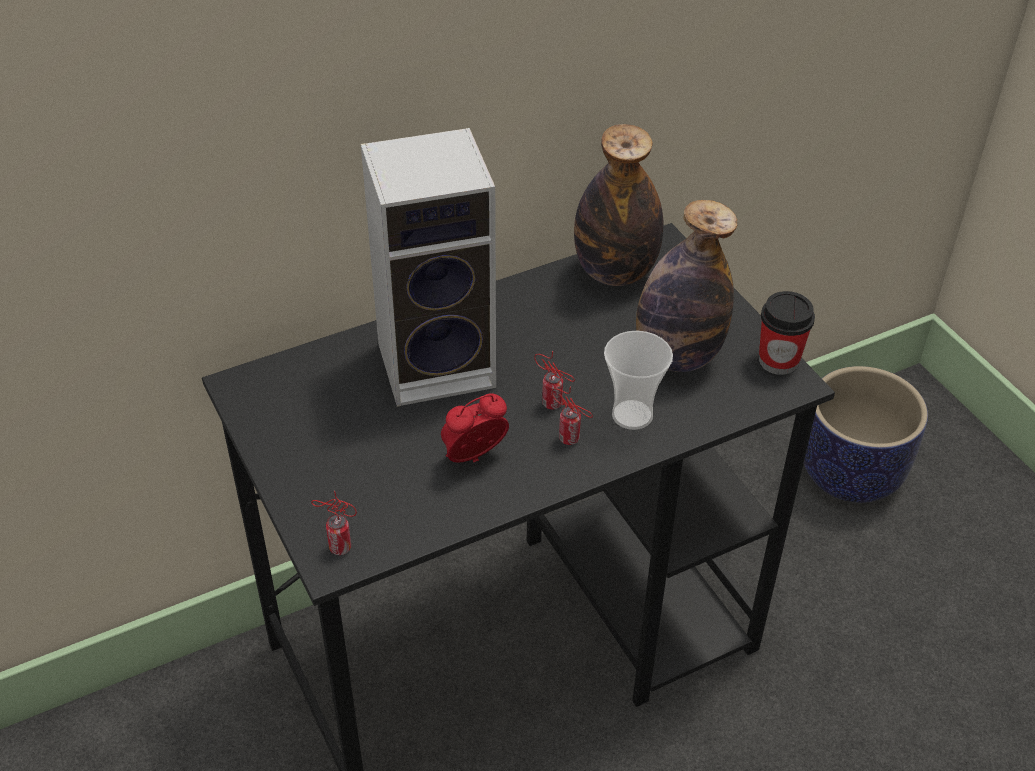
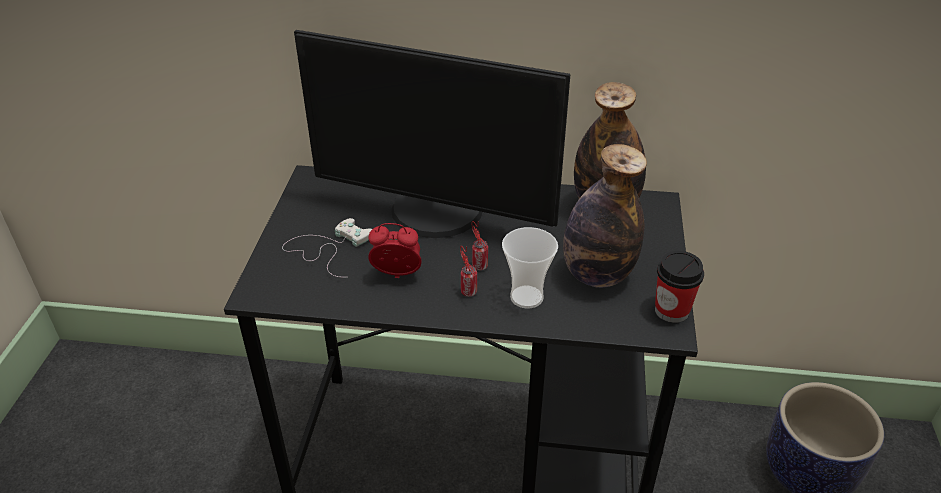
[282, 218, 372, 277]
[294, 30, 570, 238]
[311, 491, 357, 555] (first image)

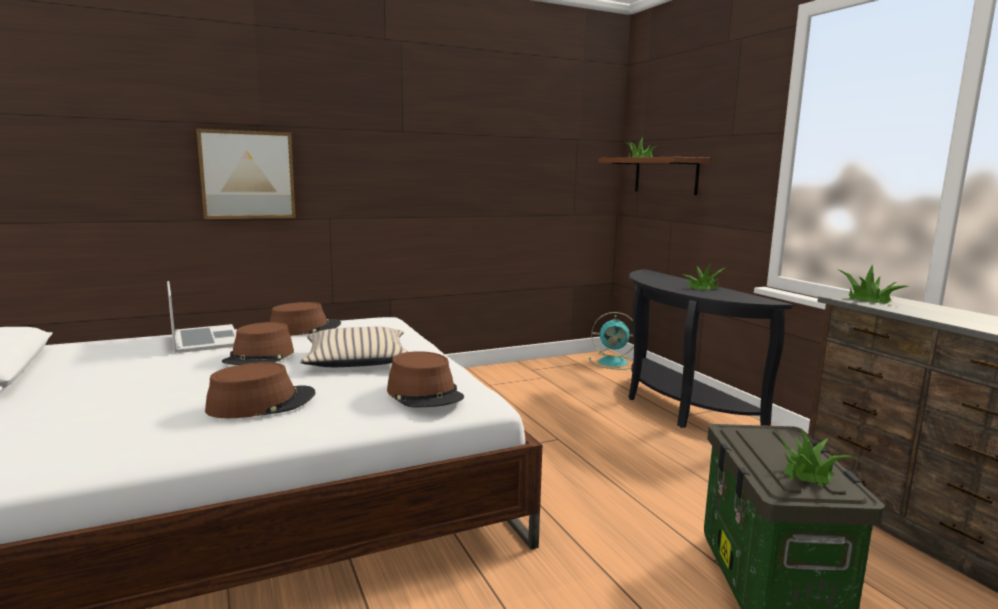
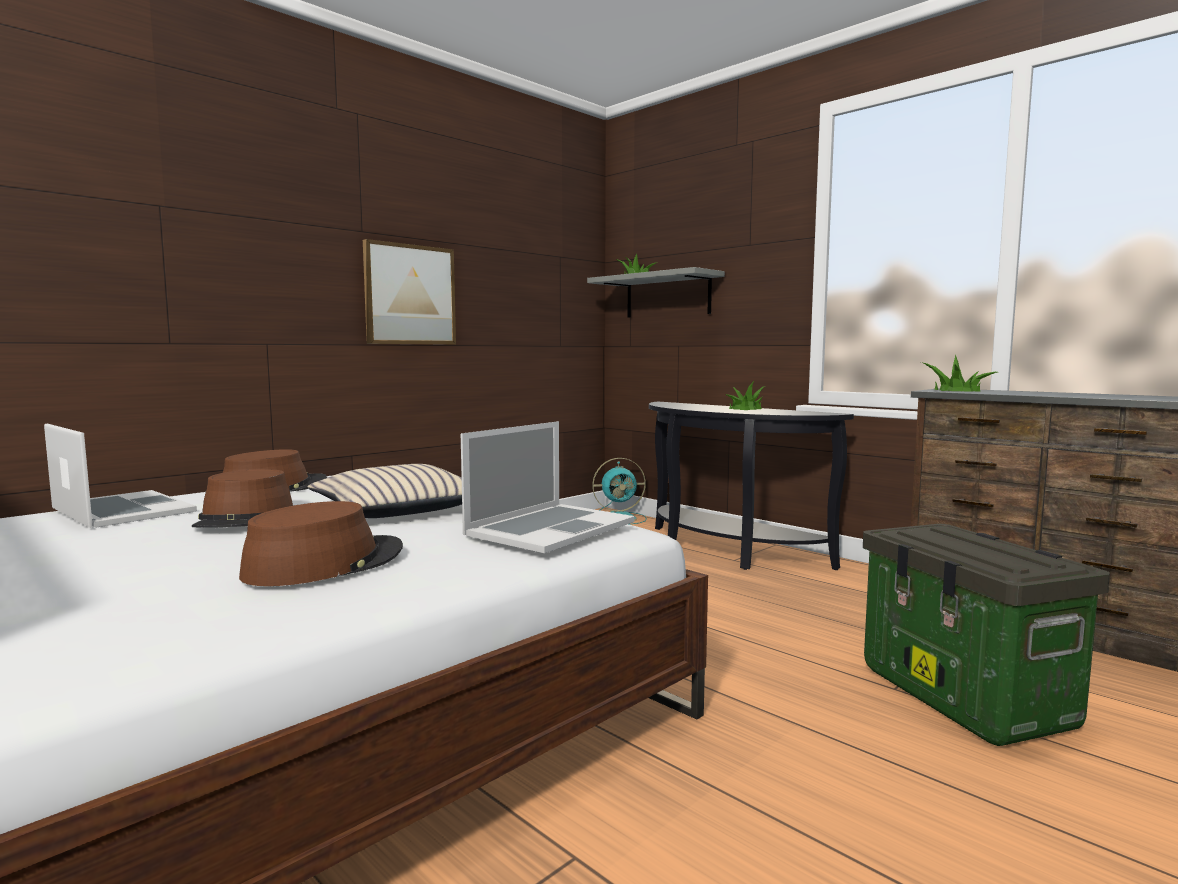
[363, 239, 456, 345]
[461, 421, 635, 553]
[587, 267, 725, 318]
[779, 429, 853, 486] (first image)

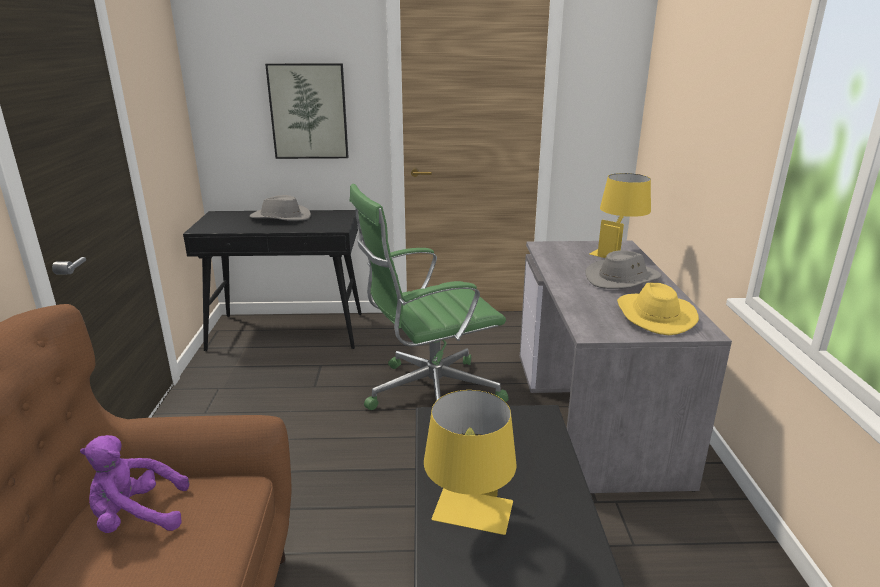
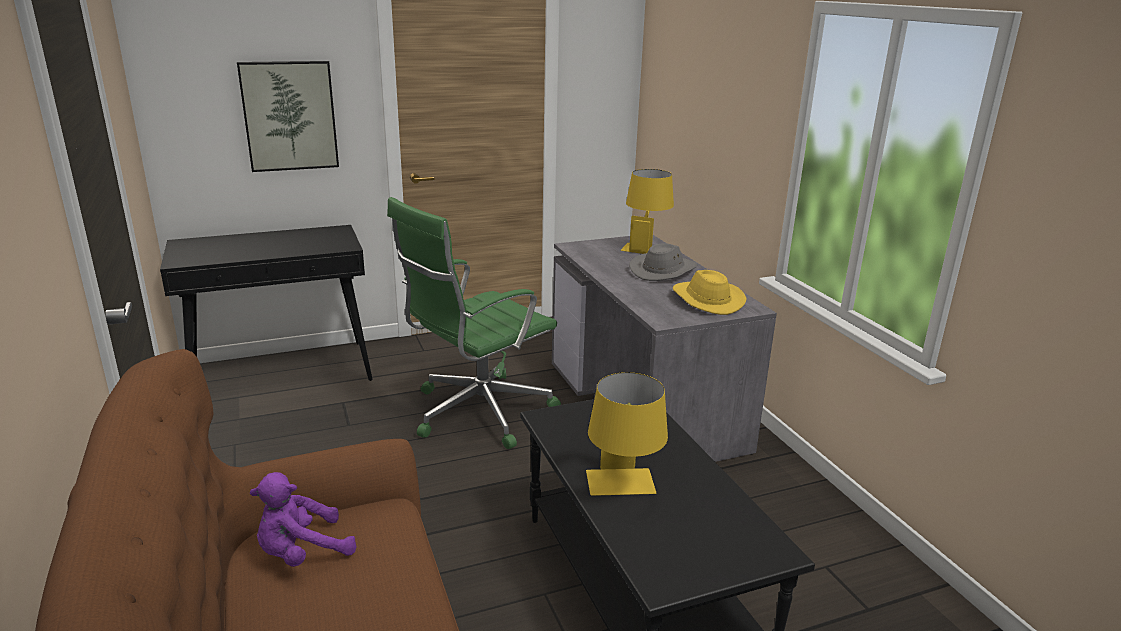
[250, 195, 311, 221] (first image)

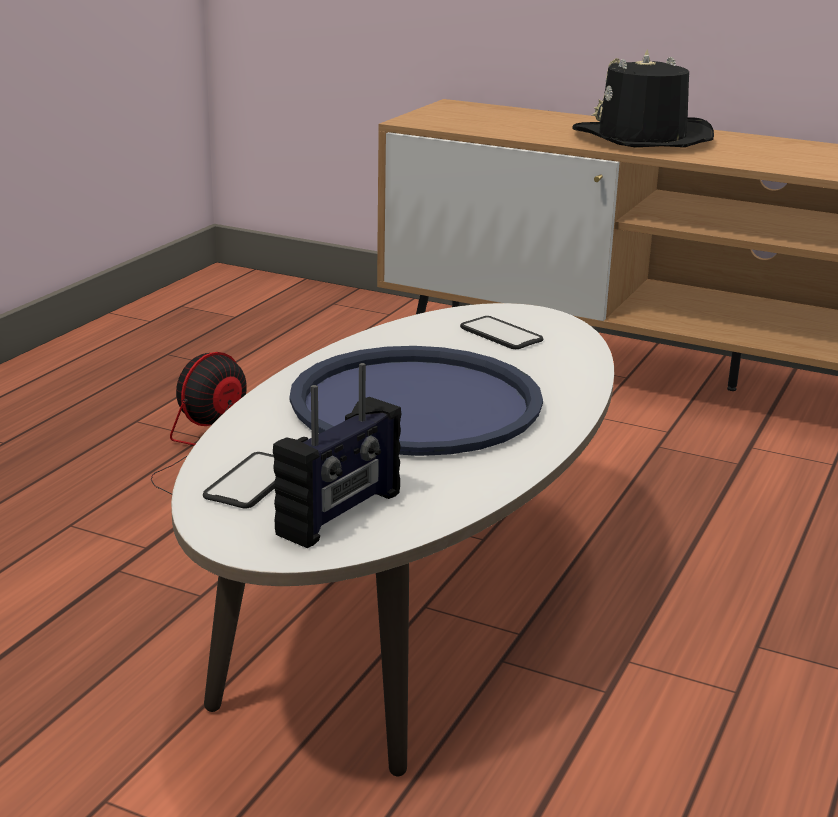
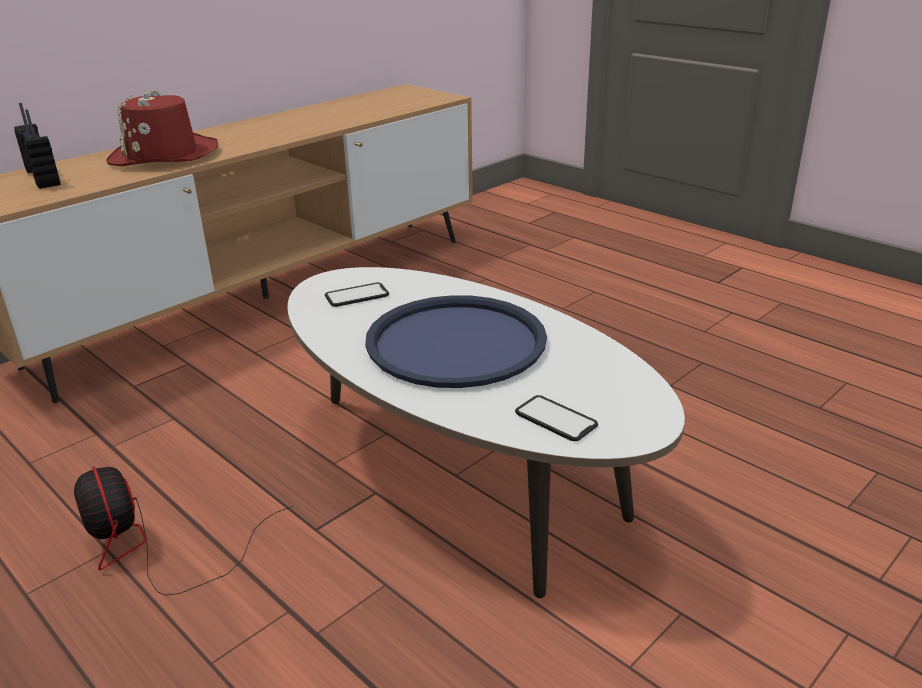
[14, 103, 61, 189]
[106, 89, 218, 166]

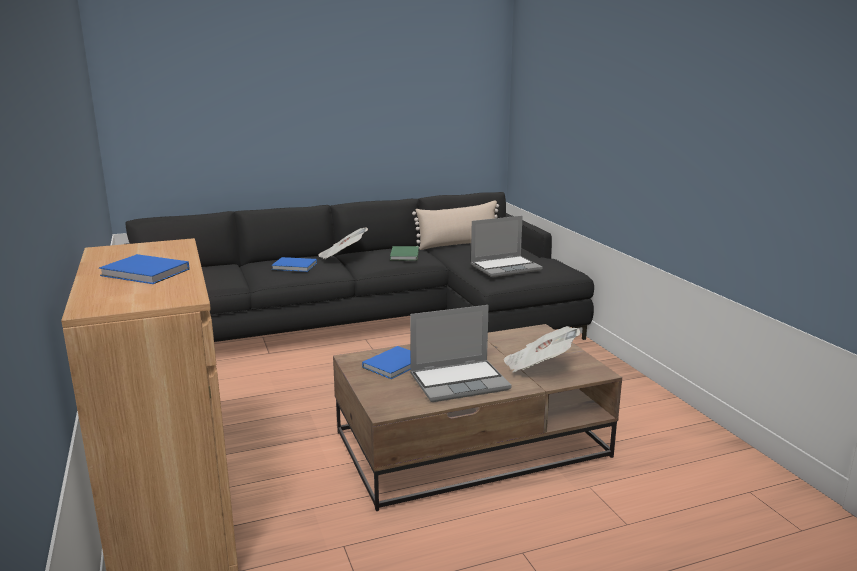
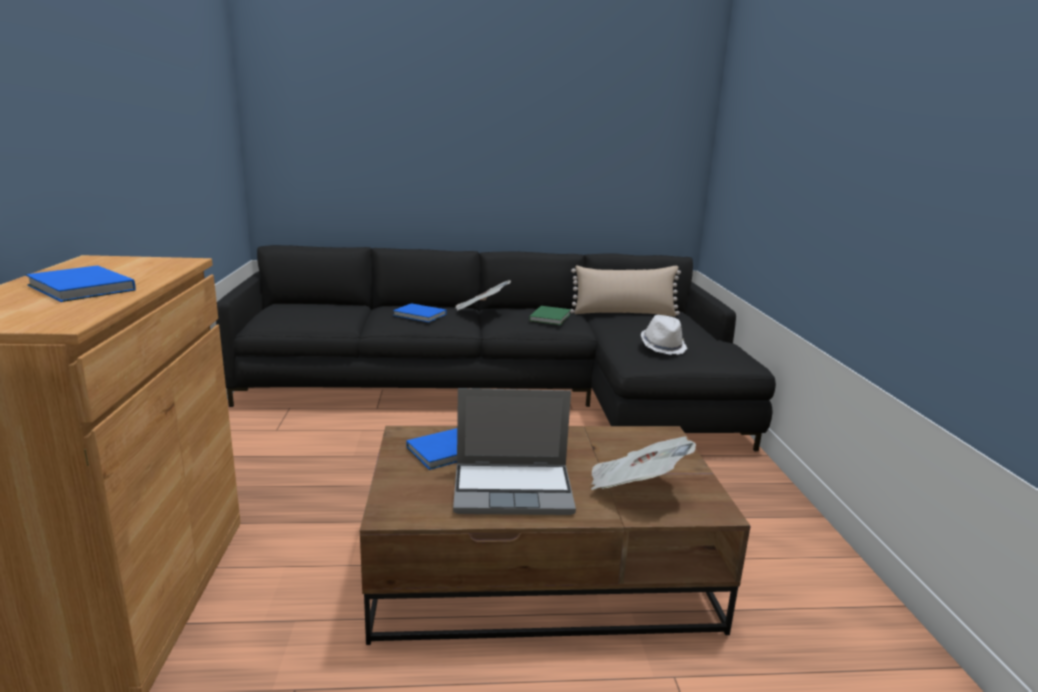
[641, 315, 687, 355]

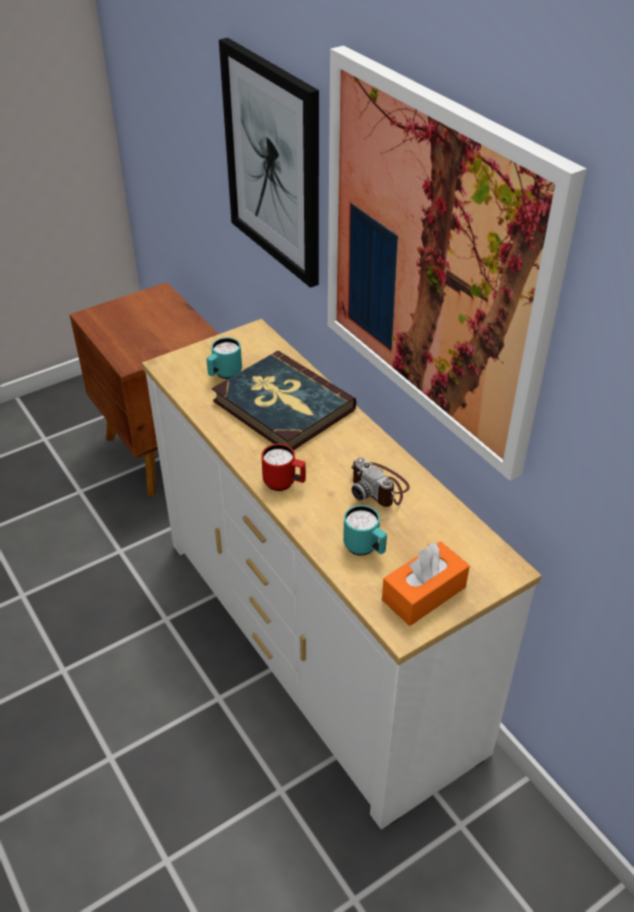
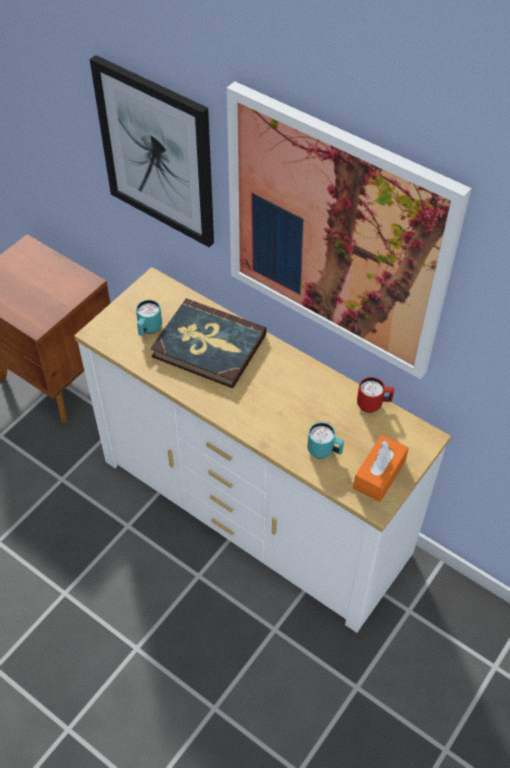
[357, 377, 394, 413]
[351, 458, 410, 507] (first image)

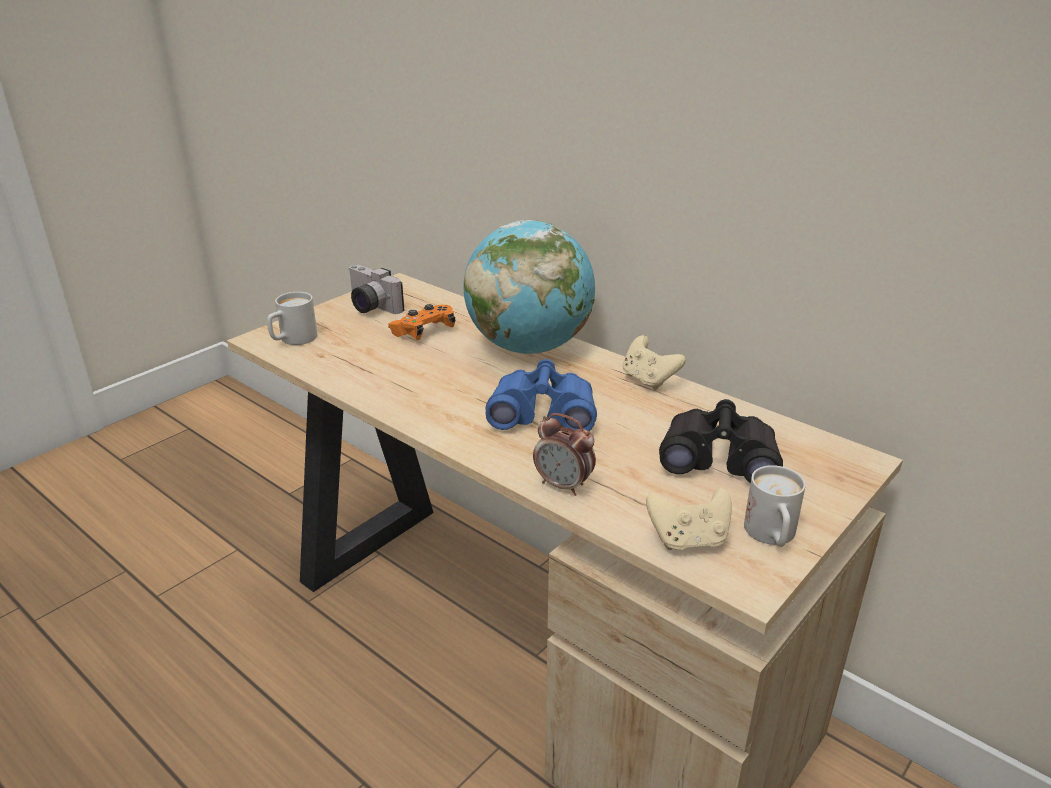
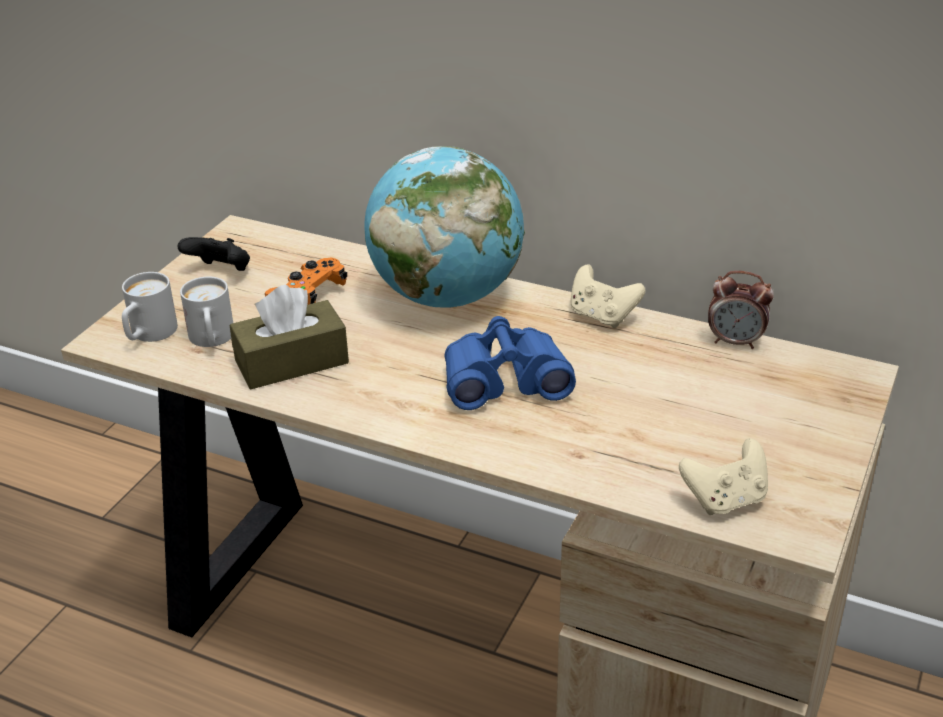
[177, 237, 250, 271]
[180, 277, 233, 347]
[230, 285, 349, 389]
[708, 271, 774, 349]
[659, 399, 783, 483] (first image)

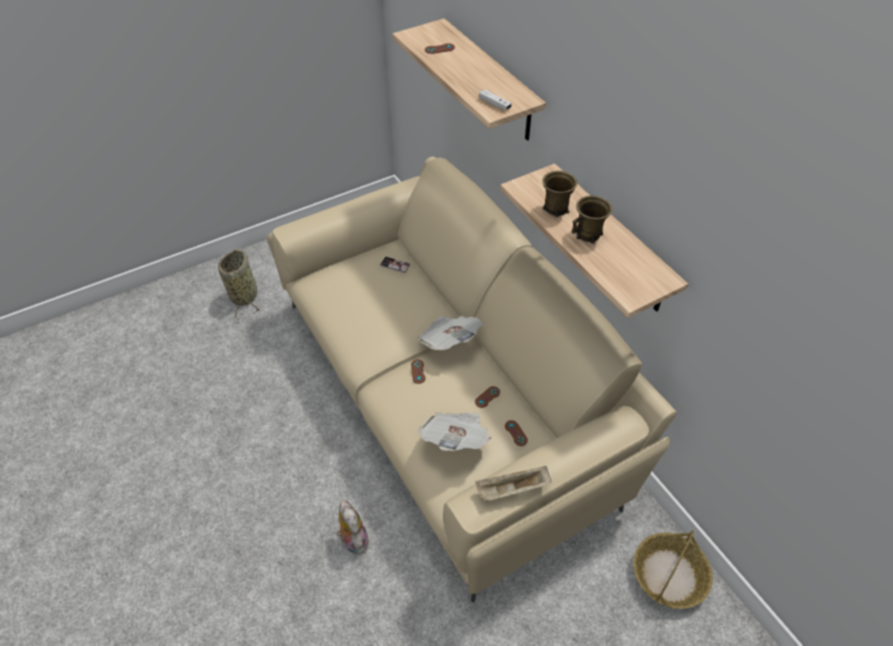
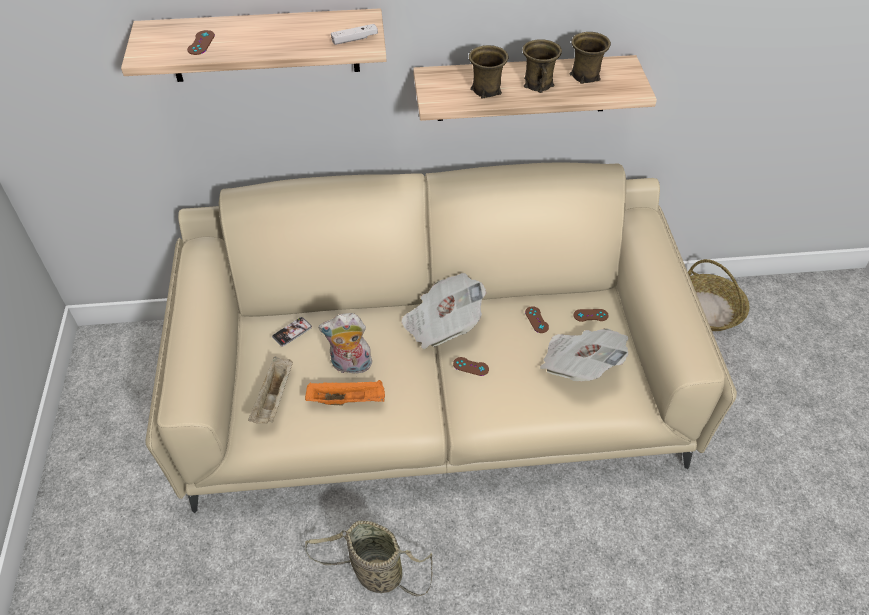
[248, 356, 293, 424]
[305, 380, 385, 406]
[305, 521, 432, 596]
[318, 313, 372, 374]
[570, 32, 611, 84]

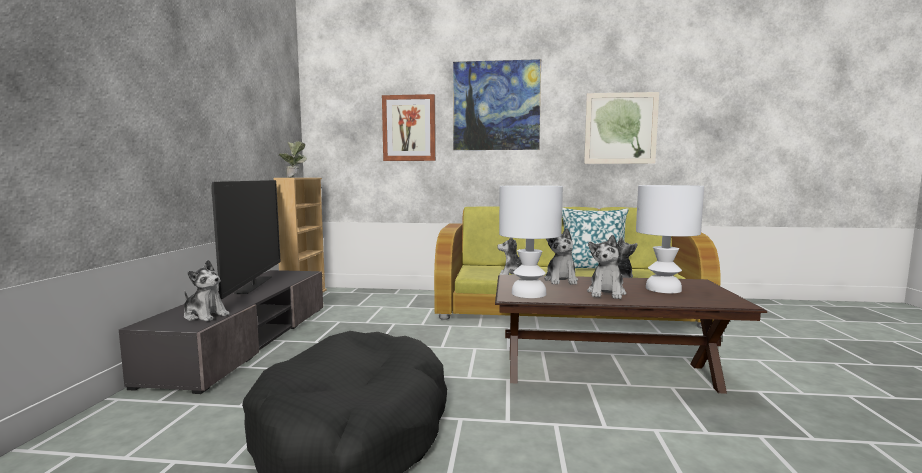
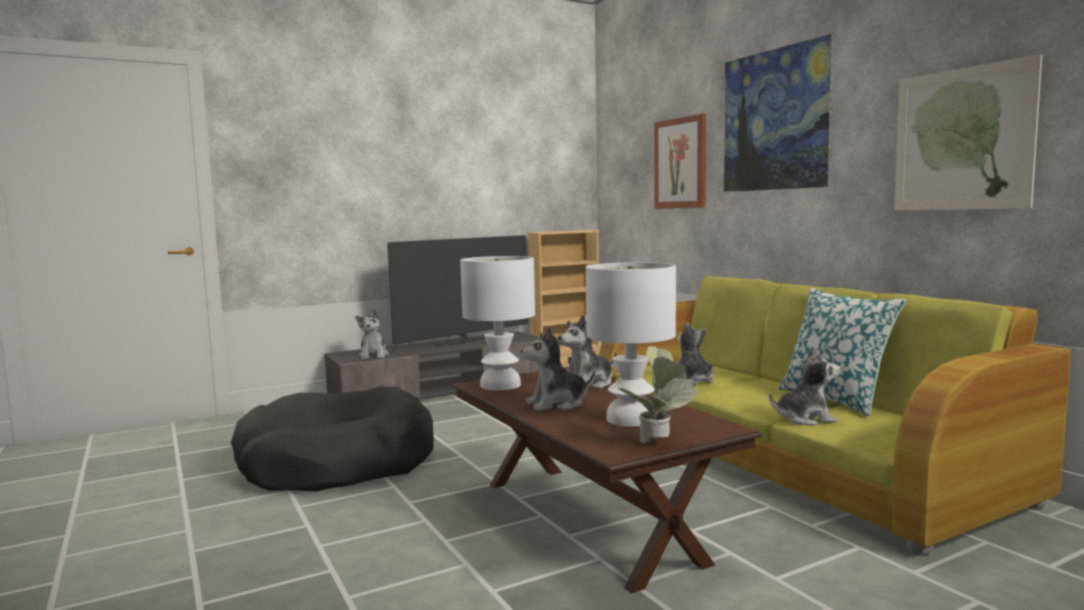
[617, 346, 697, 443]

